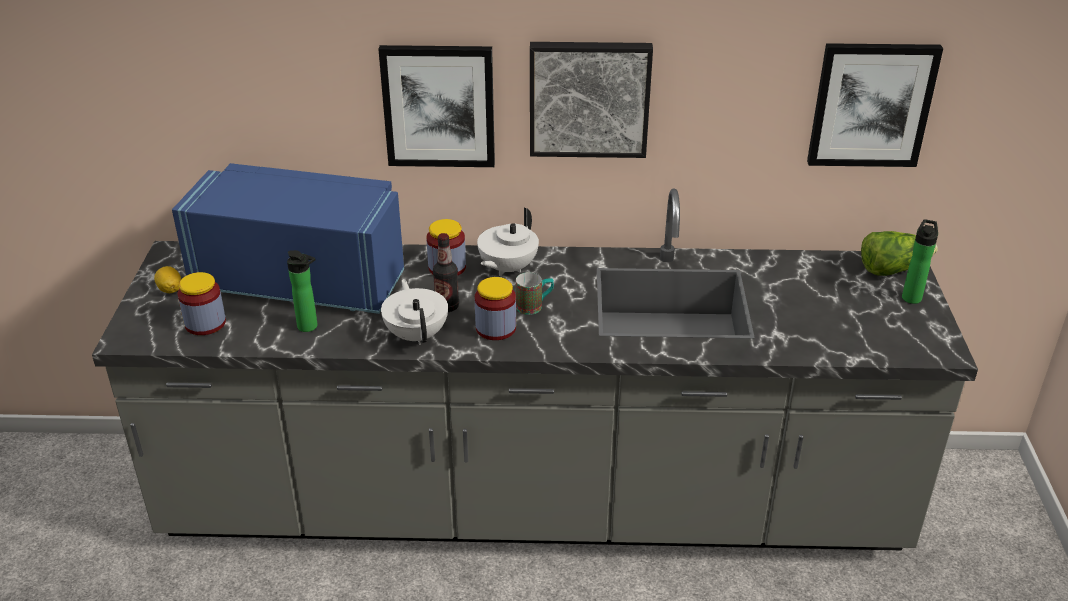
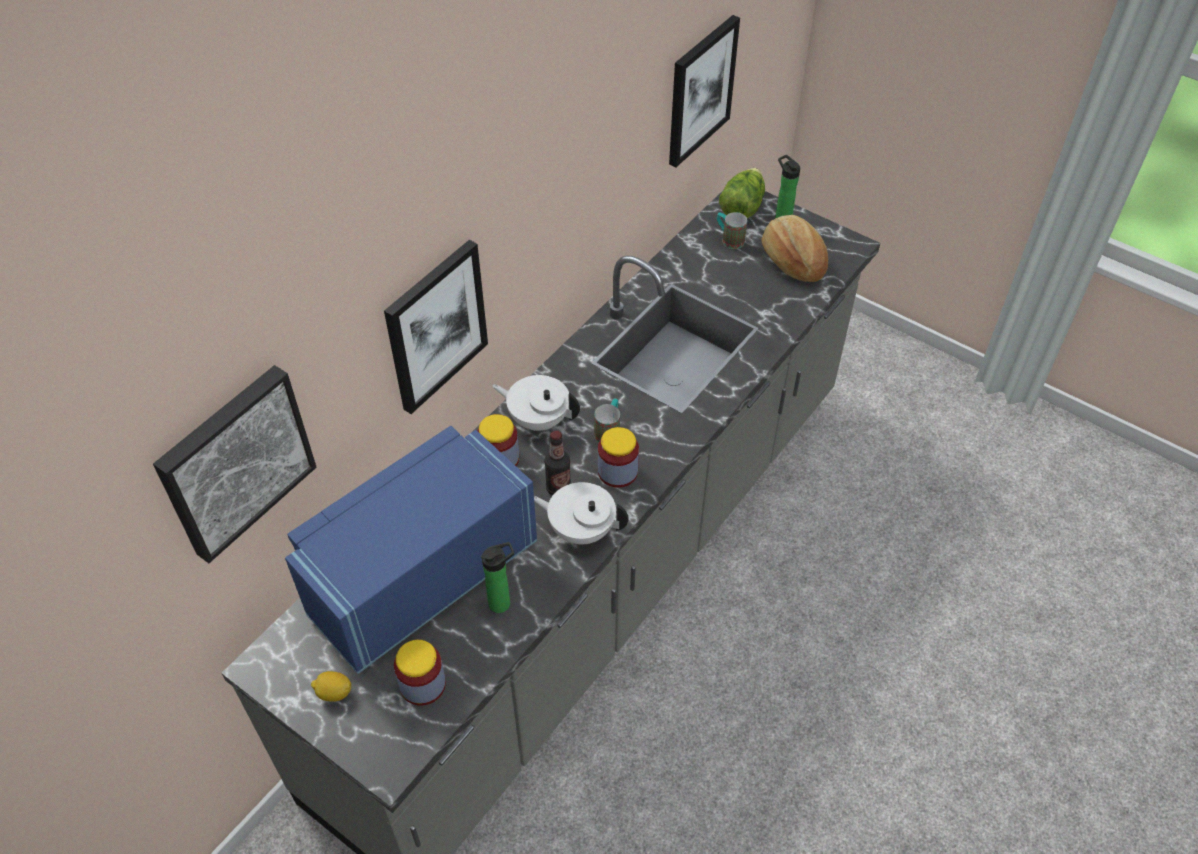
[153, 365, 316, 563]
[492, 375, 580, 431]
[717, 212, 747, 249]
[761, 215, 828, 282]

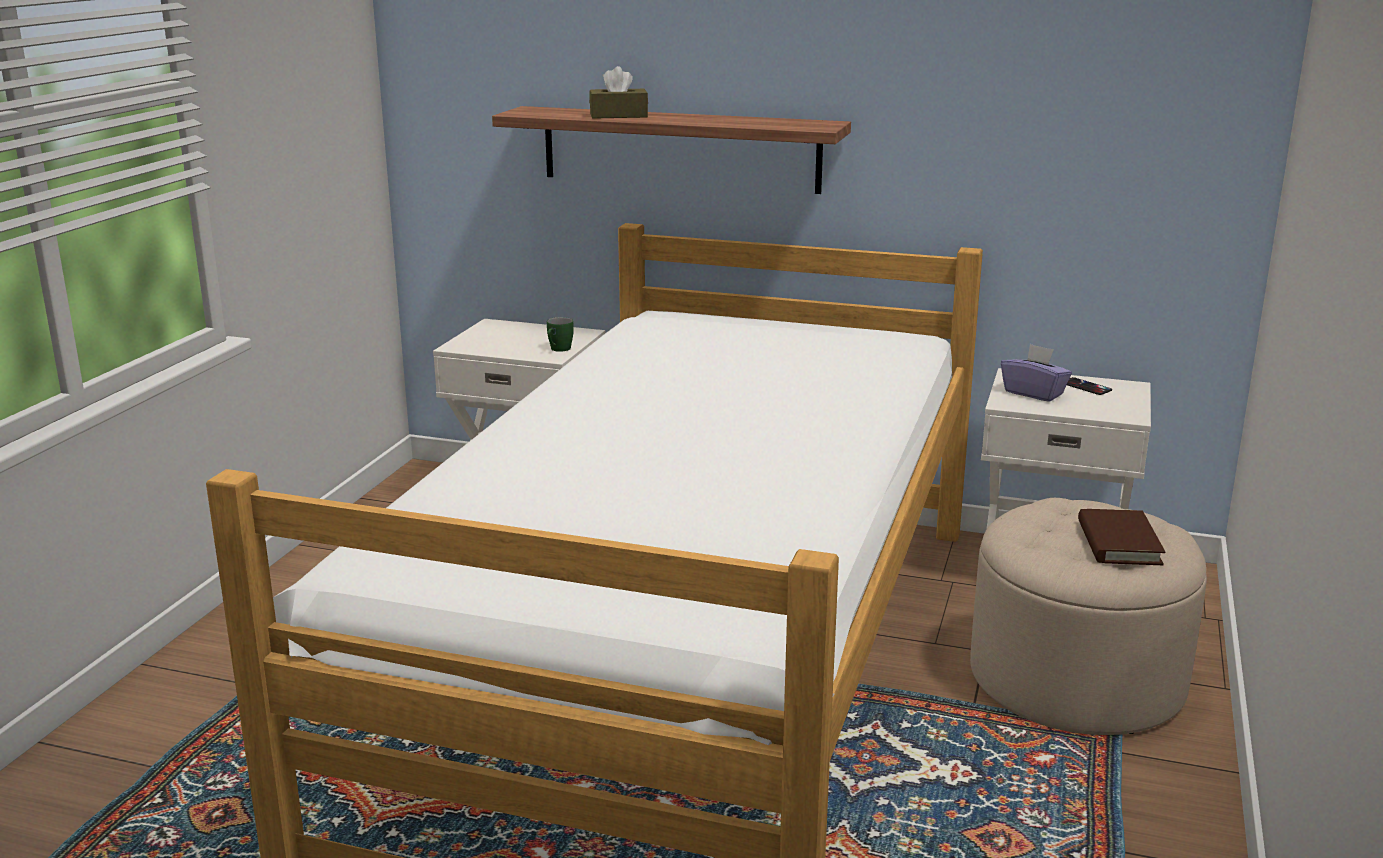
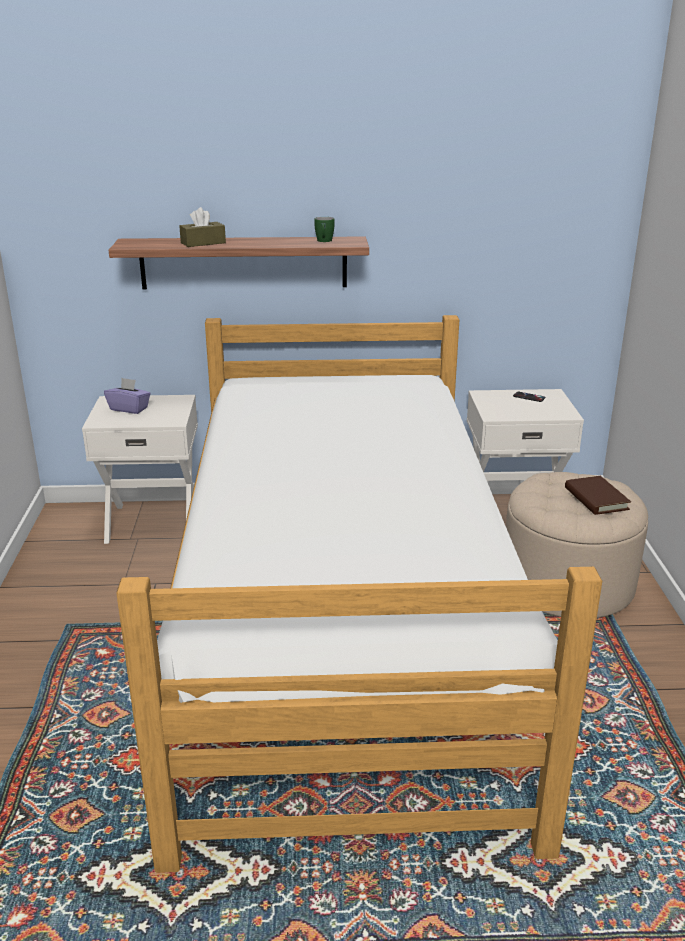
[104, 378, 151, 414]
[314, 217, 334, 242]

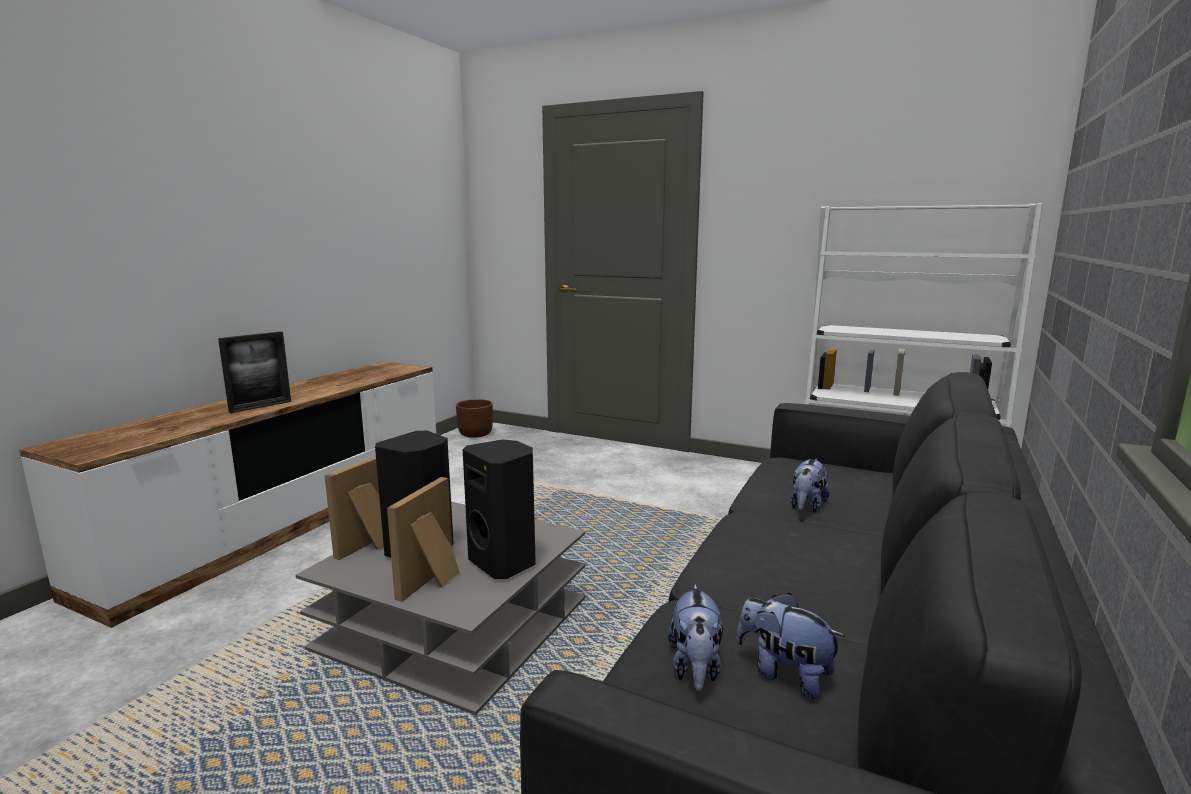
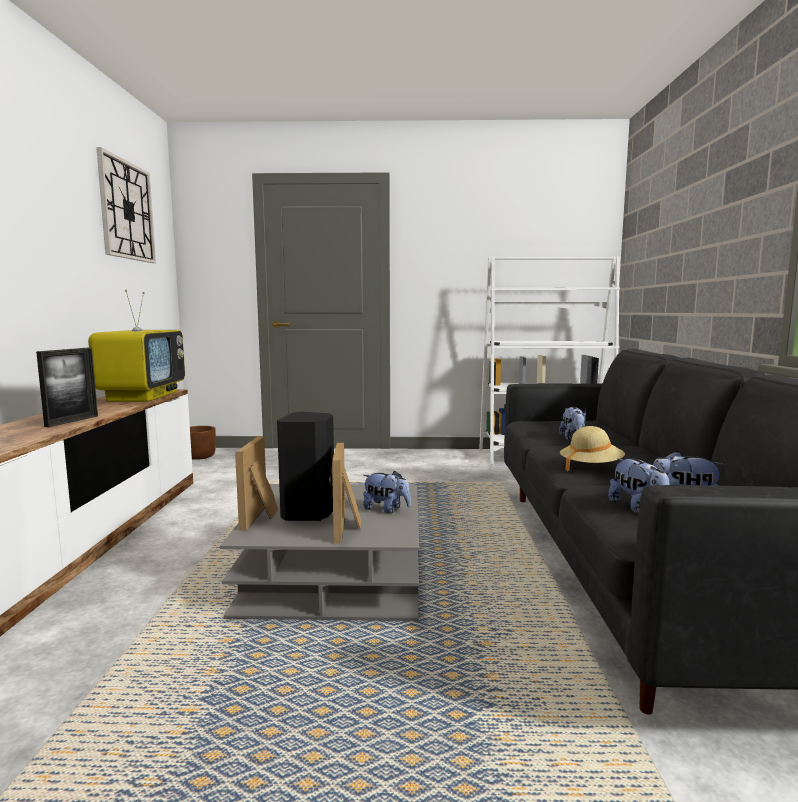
[88, 290, 185, 402]
[96, 147, 156, 263]
[363, 471, 411, 514]
[560, 426, 625, 472]

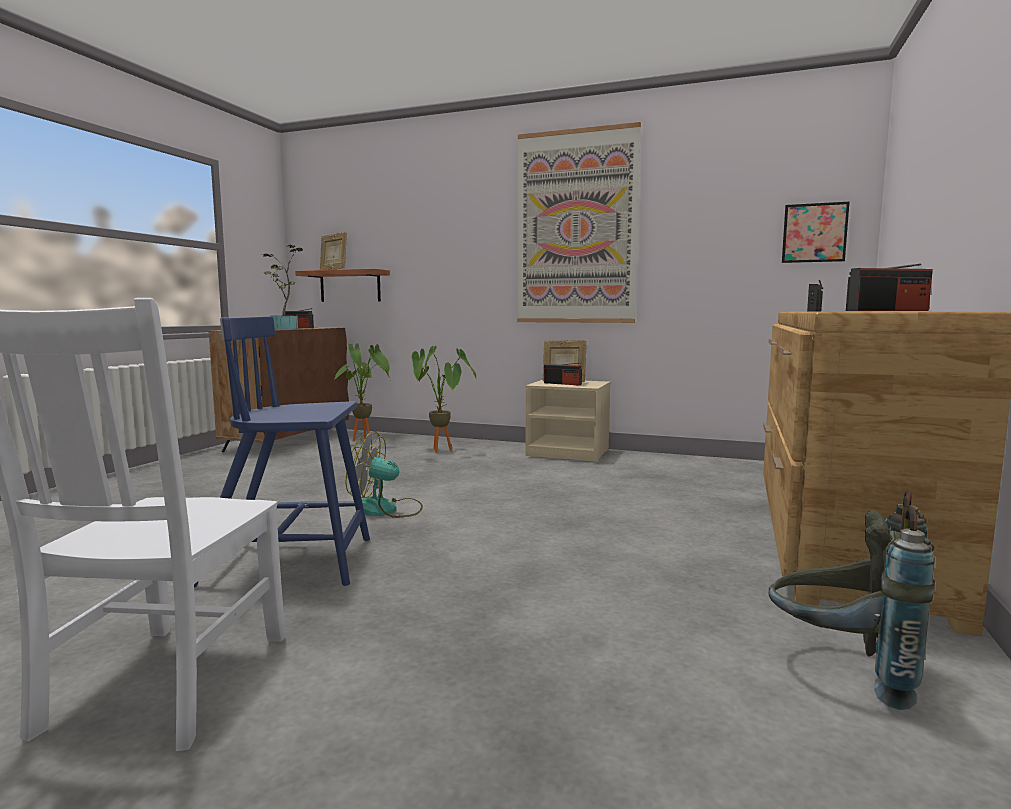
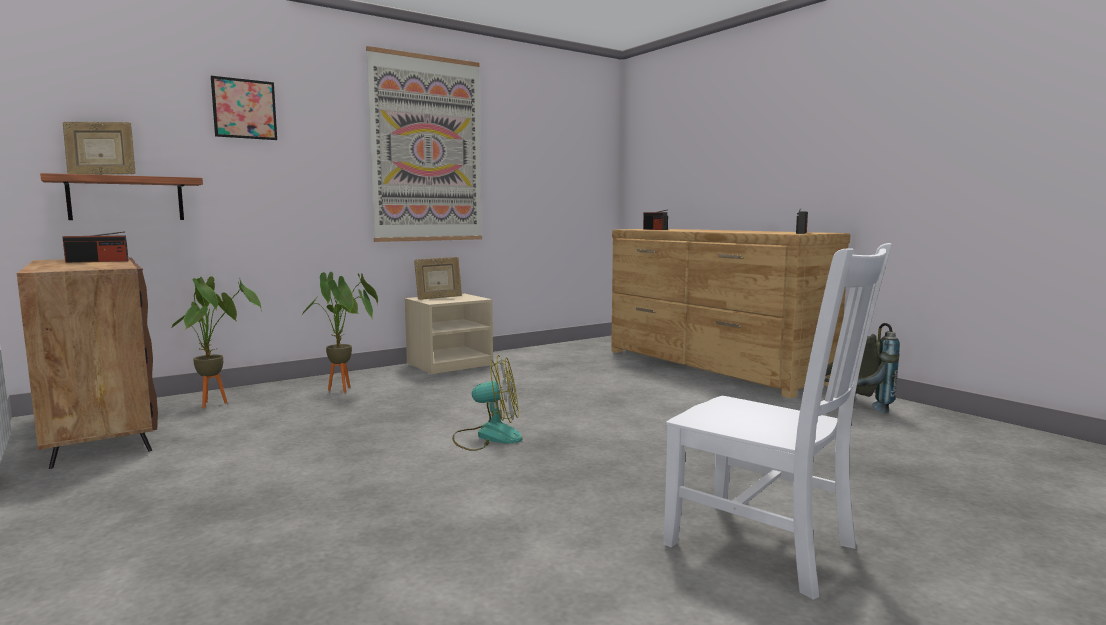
[211, 76, 277, 140]
[452, 355, 522, 451]
[194, 316, 370, 588] (first image)
[262, 245, 303, 329] (first image)
[544, 362, 582, 385] (first image)

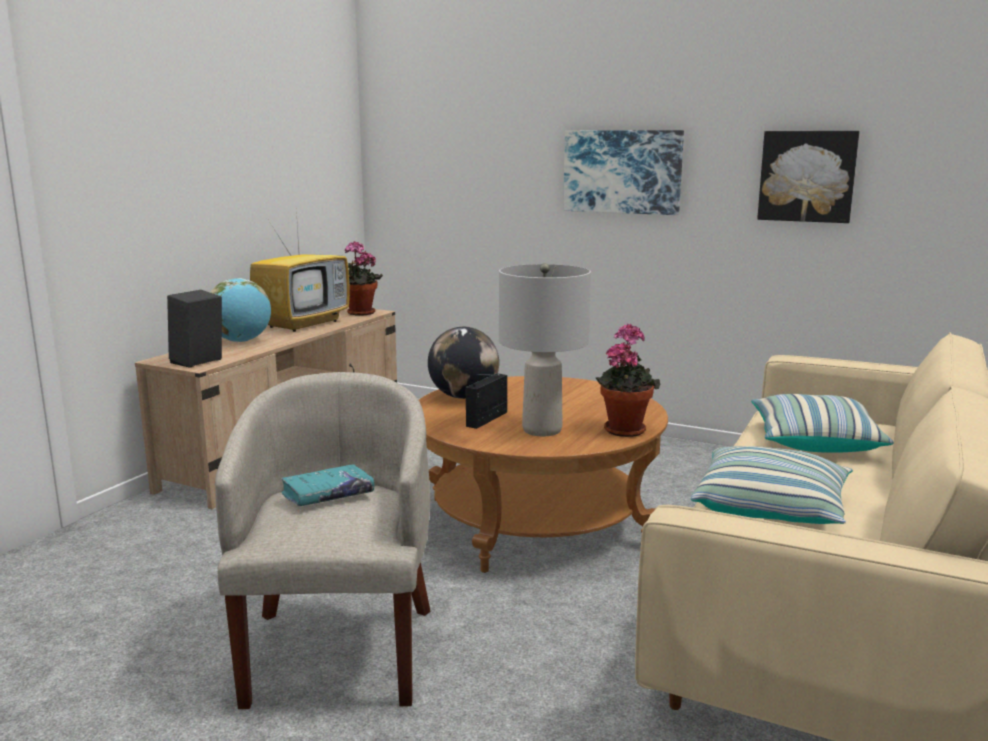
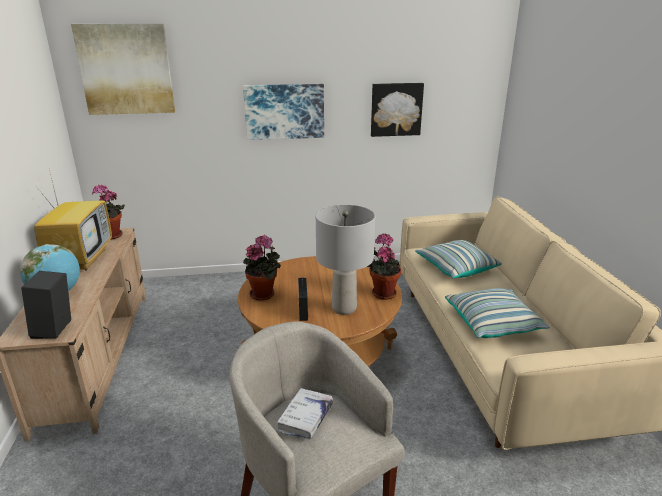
[71, 24, 175, 115]
[243, 235, 281, 300]
[277, 388, 333, 439]

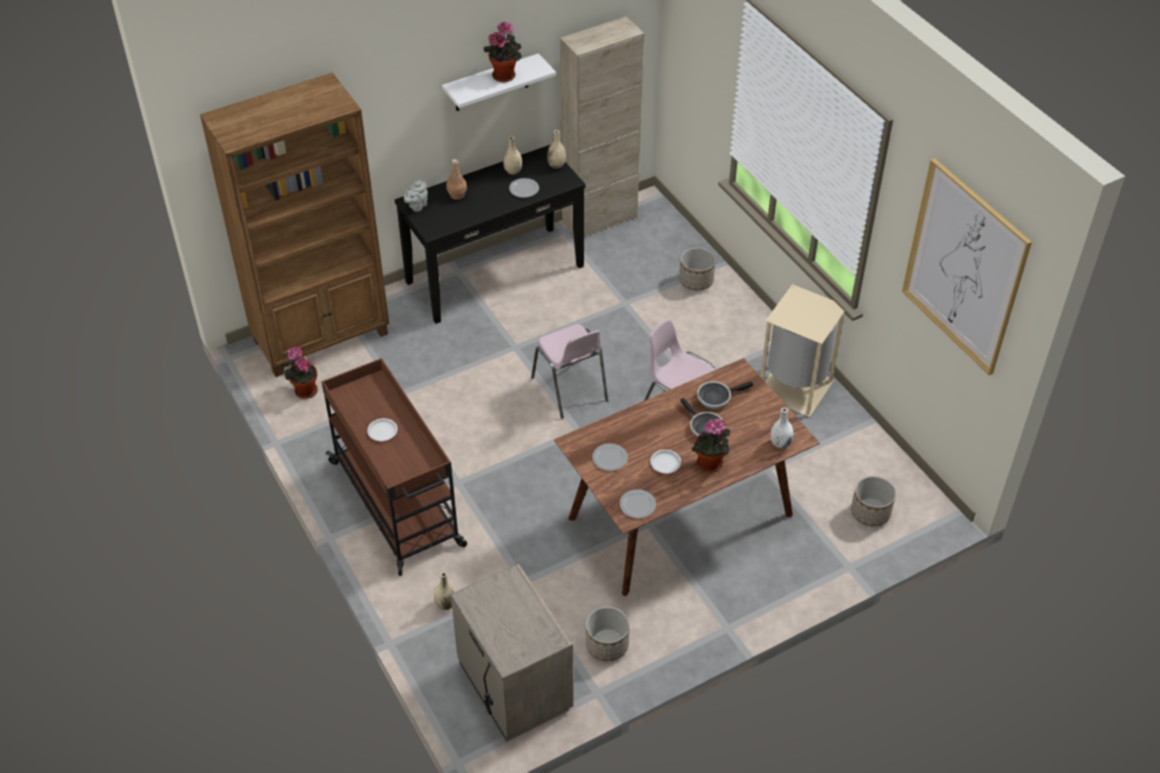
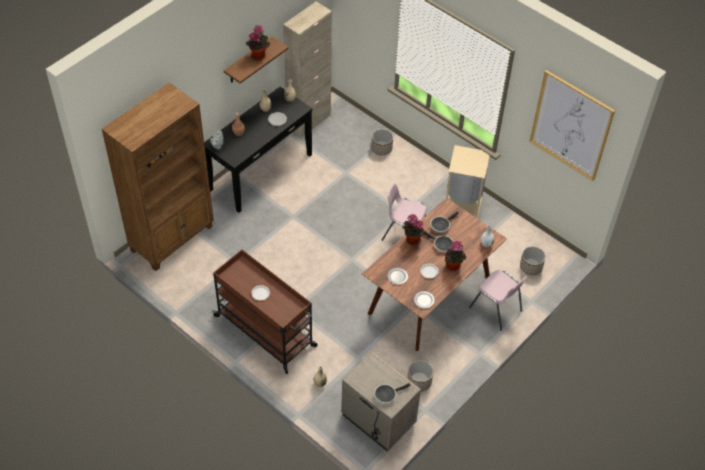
[224, 37, 288, 84]
[374, 383, 411, 404]
[402, 214, 424, 246]
[469, 270, 527, 331]

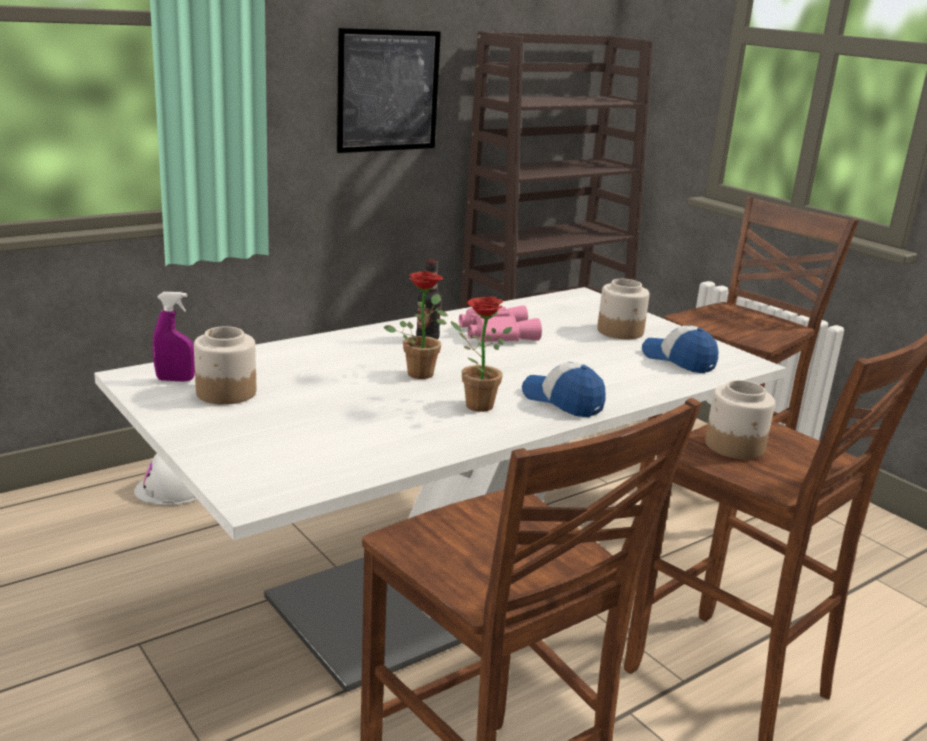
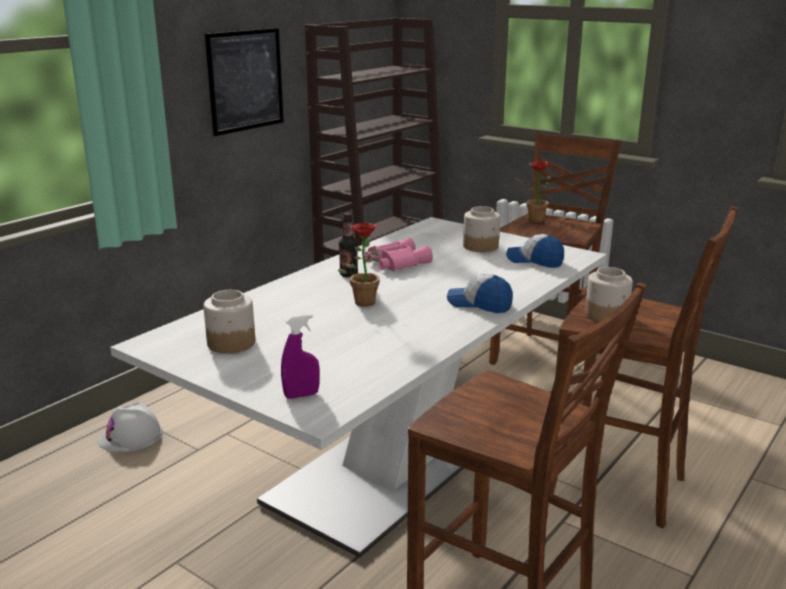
[281, 314, 320, 399]
[515, 160, 551, 223]

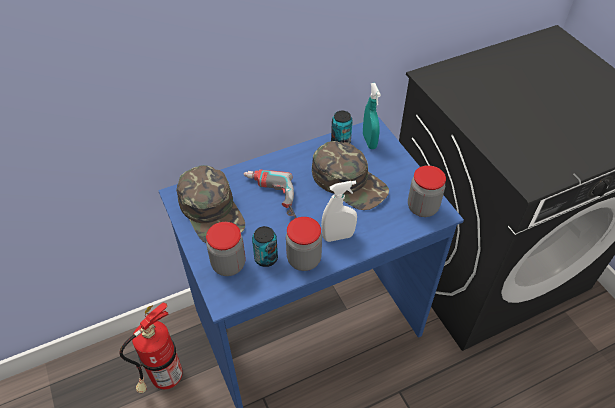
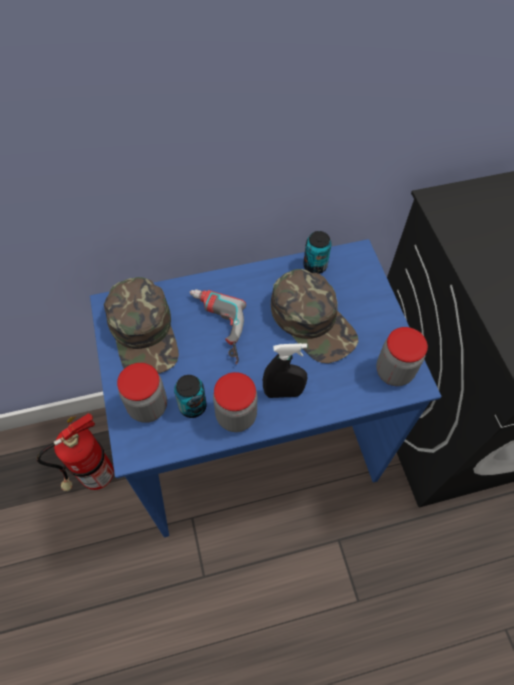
[263, 343, 307, 398]
[363, 83, 381, 149] (first image)

